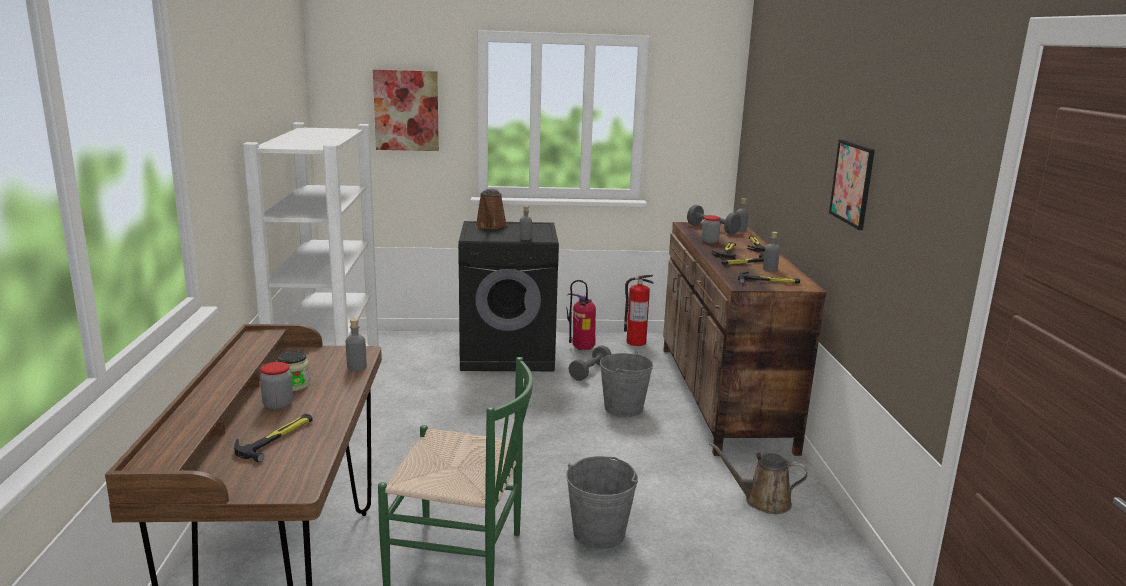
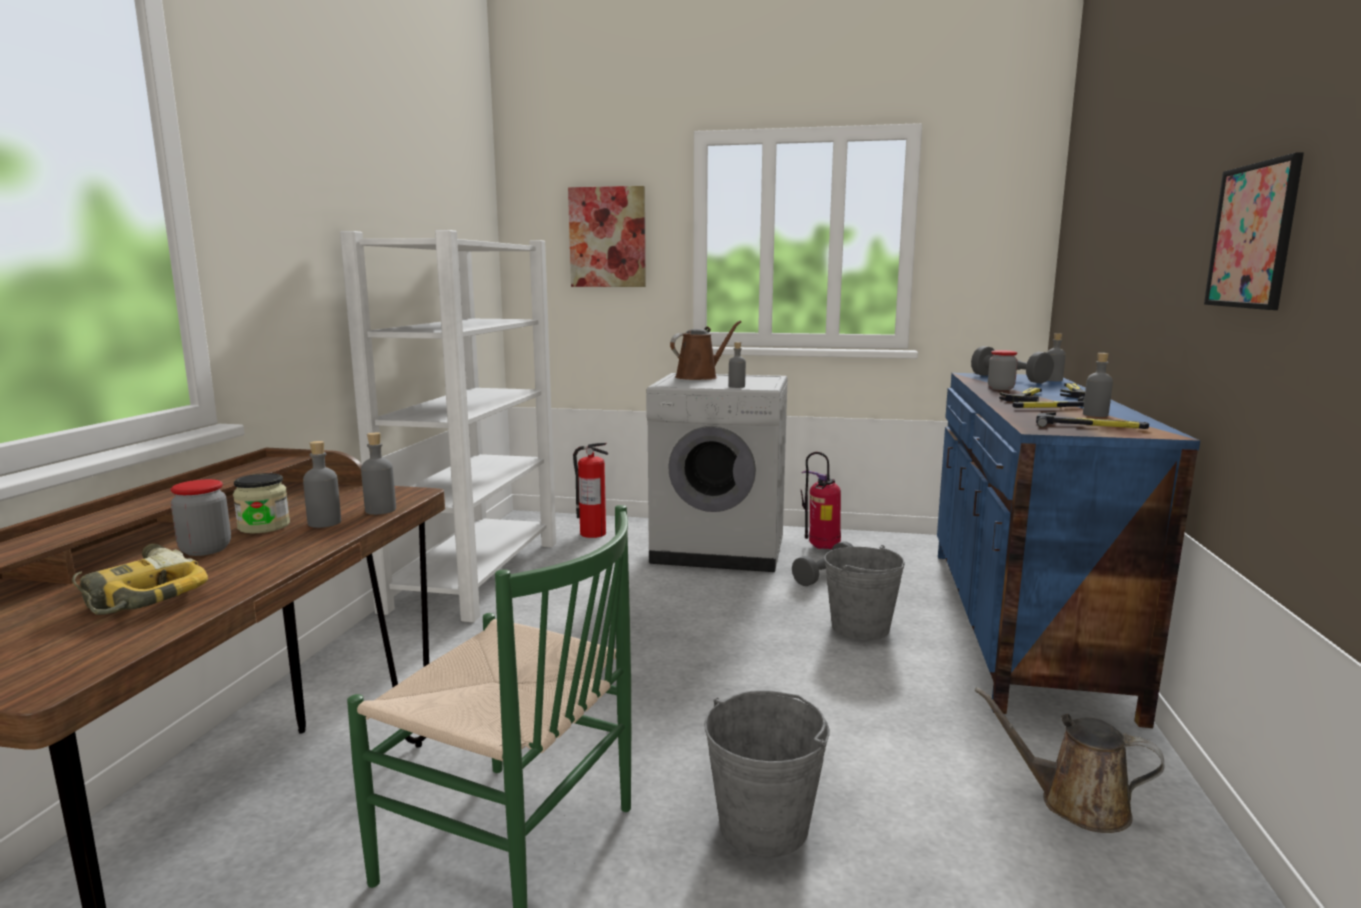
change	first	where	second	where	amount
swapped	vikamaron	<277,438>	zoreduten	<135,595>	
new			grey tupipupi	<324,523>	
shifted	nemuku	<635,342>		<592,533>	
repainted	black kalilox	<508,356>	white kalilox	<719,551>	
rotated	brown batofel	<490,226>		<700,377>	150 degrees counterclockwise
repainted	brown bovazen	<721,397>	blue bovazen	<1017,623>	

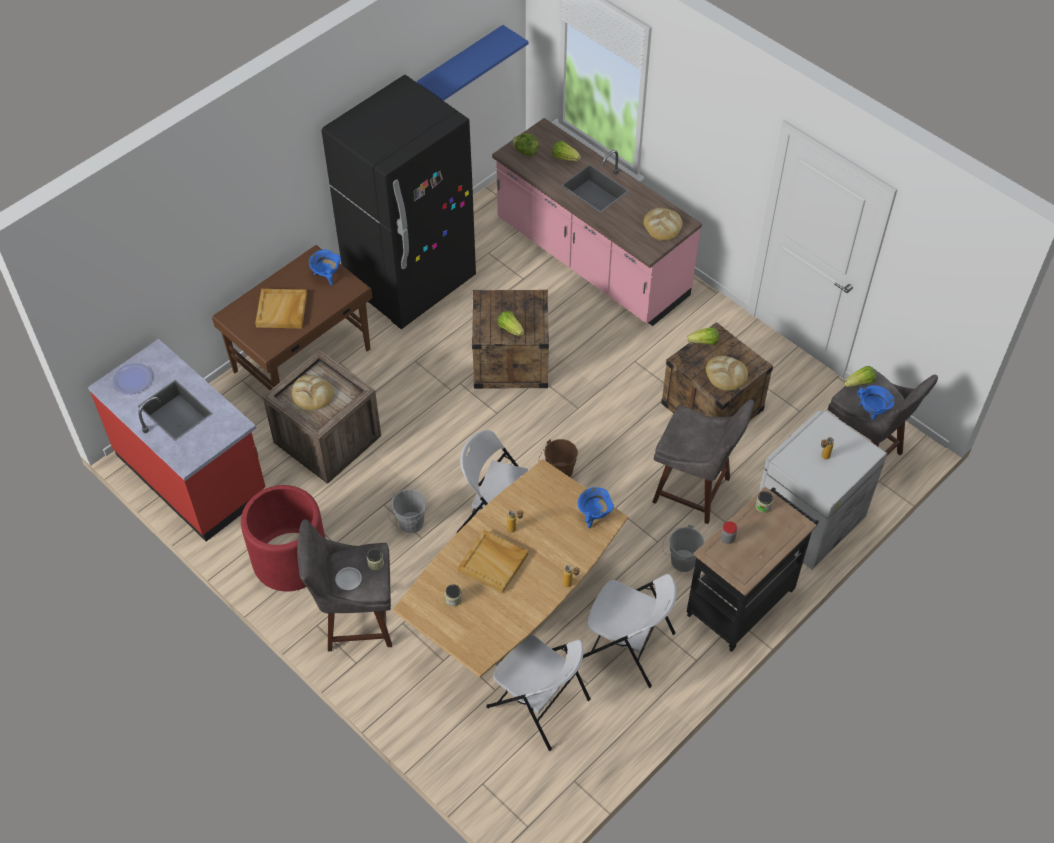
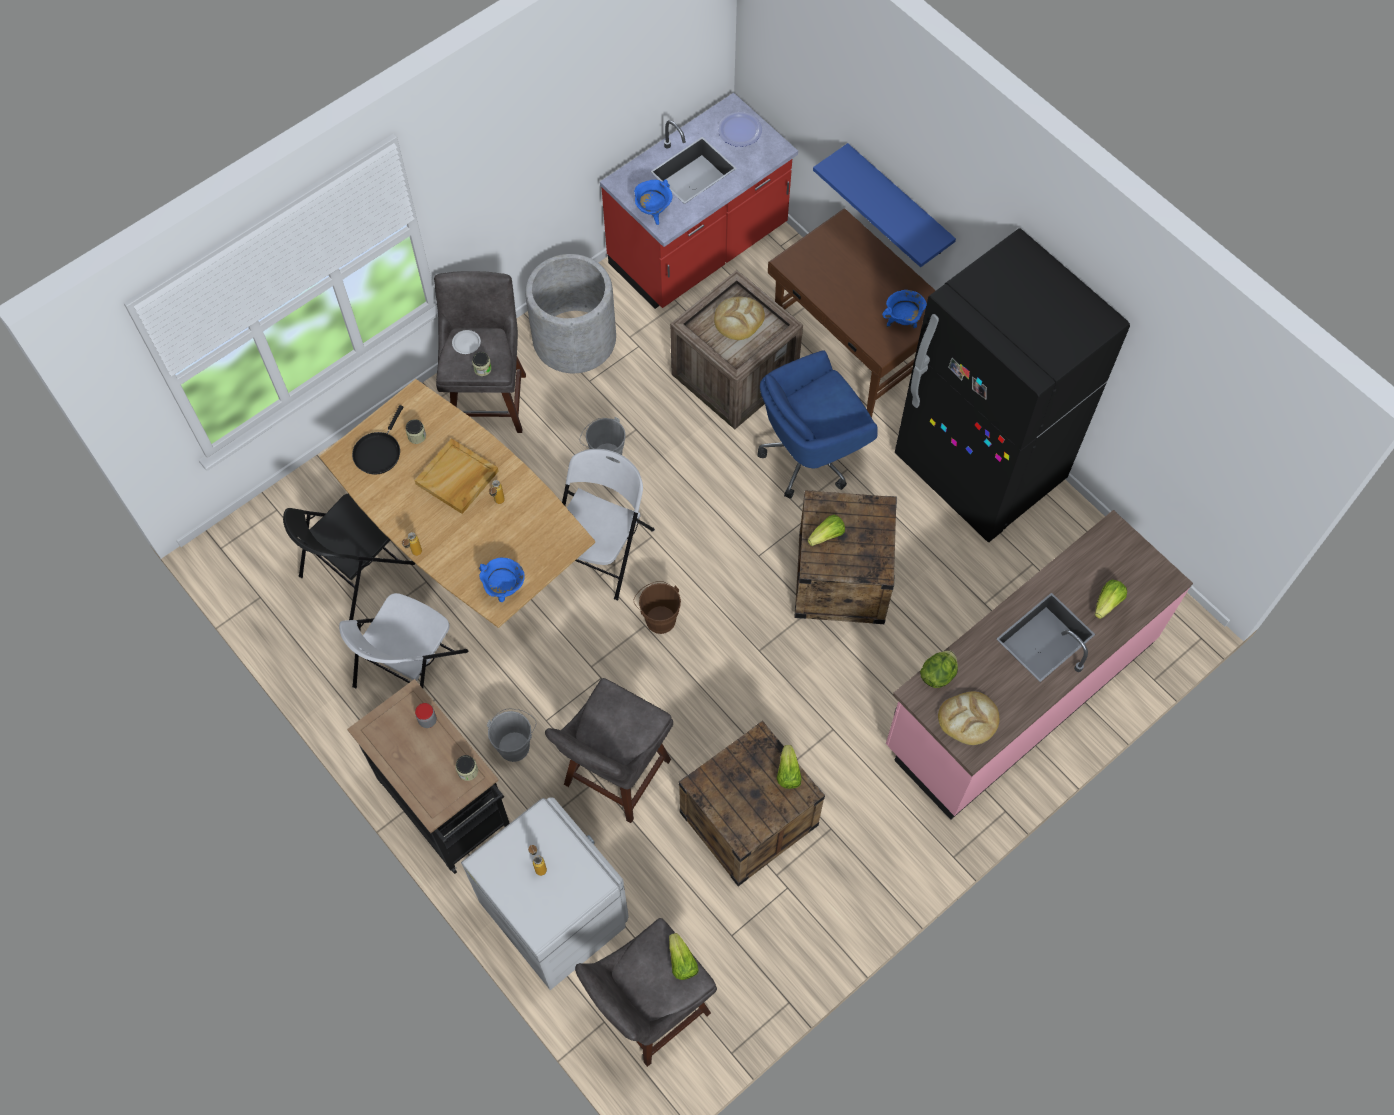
change	first	where	second	where	amount
repainted	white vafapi	<538,703>	black vafapi	<356,569>	
new			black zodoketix	<378,452>	
repainted	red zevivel	<290,559>	grey zevivel	<574,339>	
shifted	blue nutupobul	<872,412>		<653,212>	
new			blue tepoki	<811,457>	
shifted	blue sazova	<460,64>		<899,202>	
shifted	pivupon	<525,152>		<938,674>	
gone	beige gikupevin	<282,310>			
gone	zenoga	<726,374>			

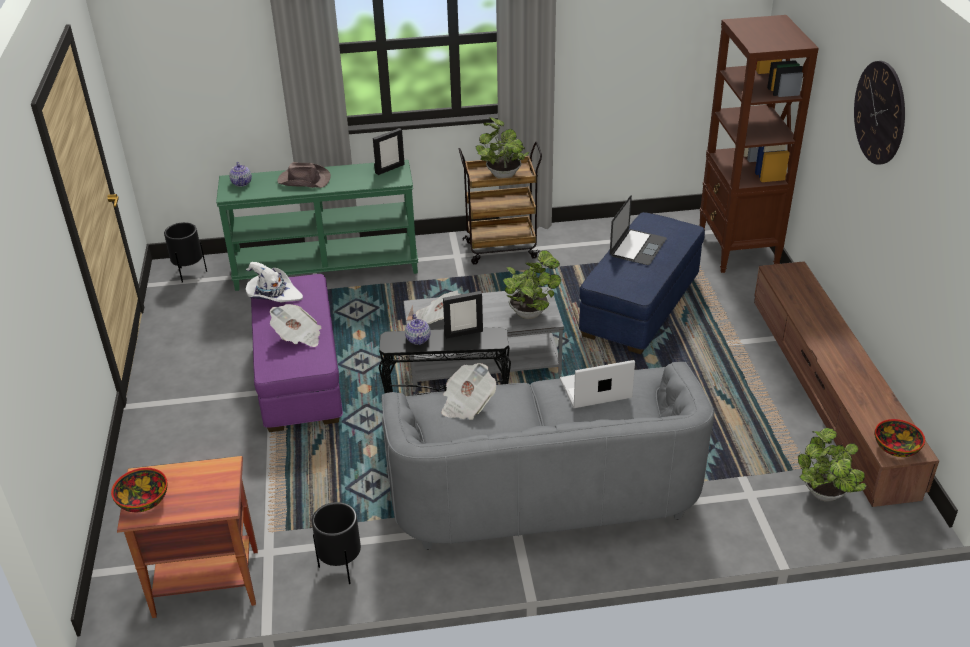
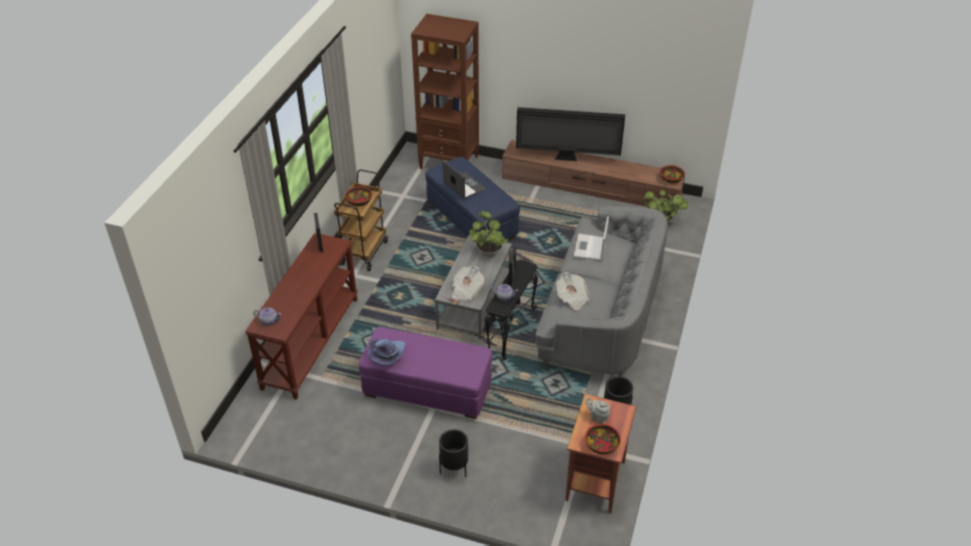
change	first	where	second	where	amount
repainted	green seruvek	<327,267>	brown seruvek	<310,342>	
swapped	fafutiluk	<502,174>	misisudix	<359,202>	
repainted	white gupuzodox	<273,295>	purple gupuzodox	<387,356>	
shifted	black zevivel	<190,274>		<454,469>	
new			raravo	<567,158>	
new			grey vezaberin	<597,417>	
gone	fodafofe	<298,337>			
gone	brown gupuzodox	<303,180>			
gone	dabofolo	<879,113>			

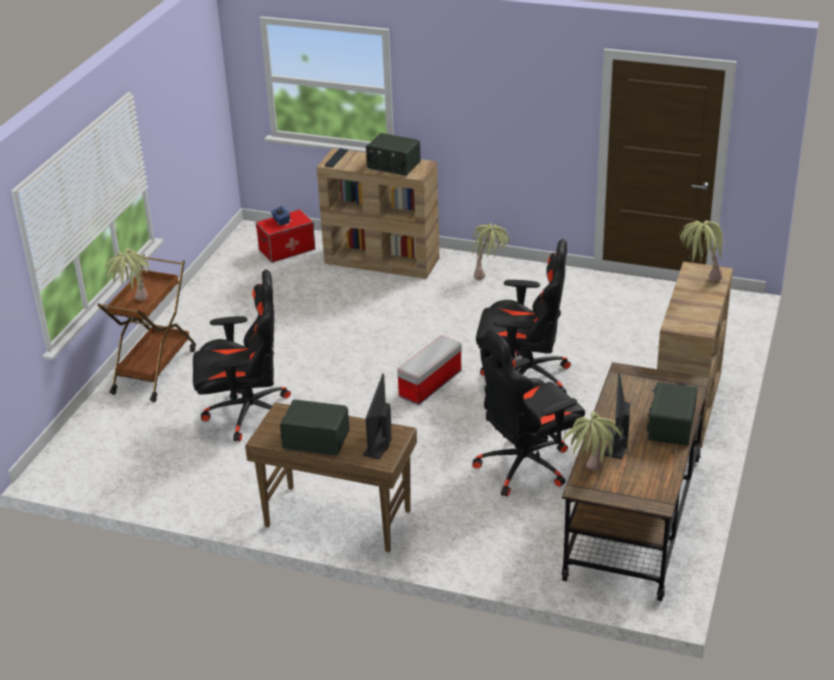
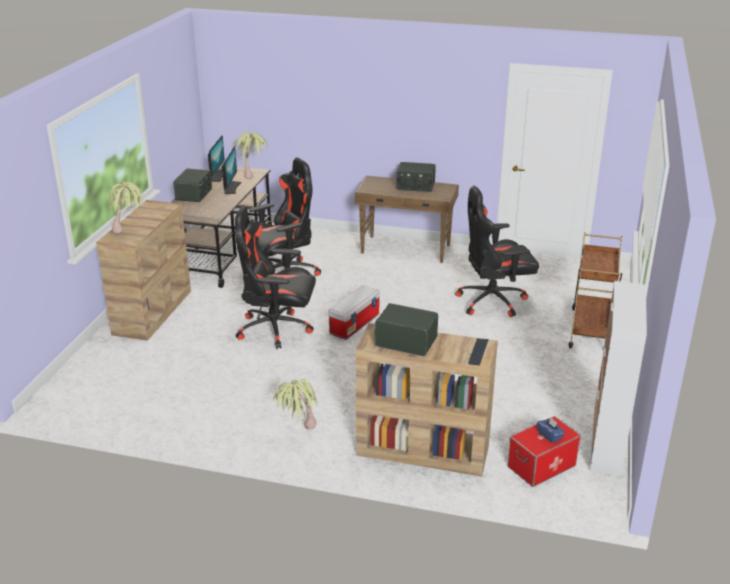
change	first	where	second	where	amount
shifted	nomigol	<379,442>		<217,176>	
new			bovazen	<606,443>	
gone	fafutiluk	<134,306>			

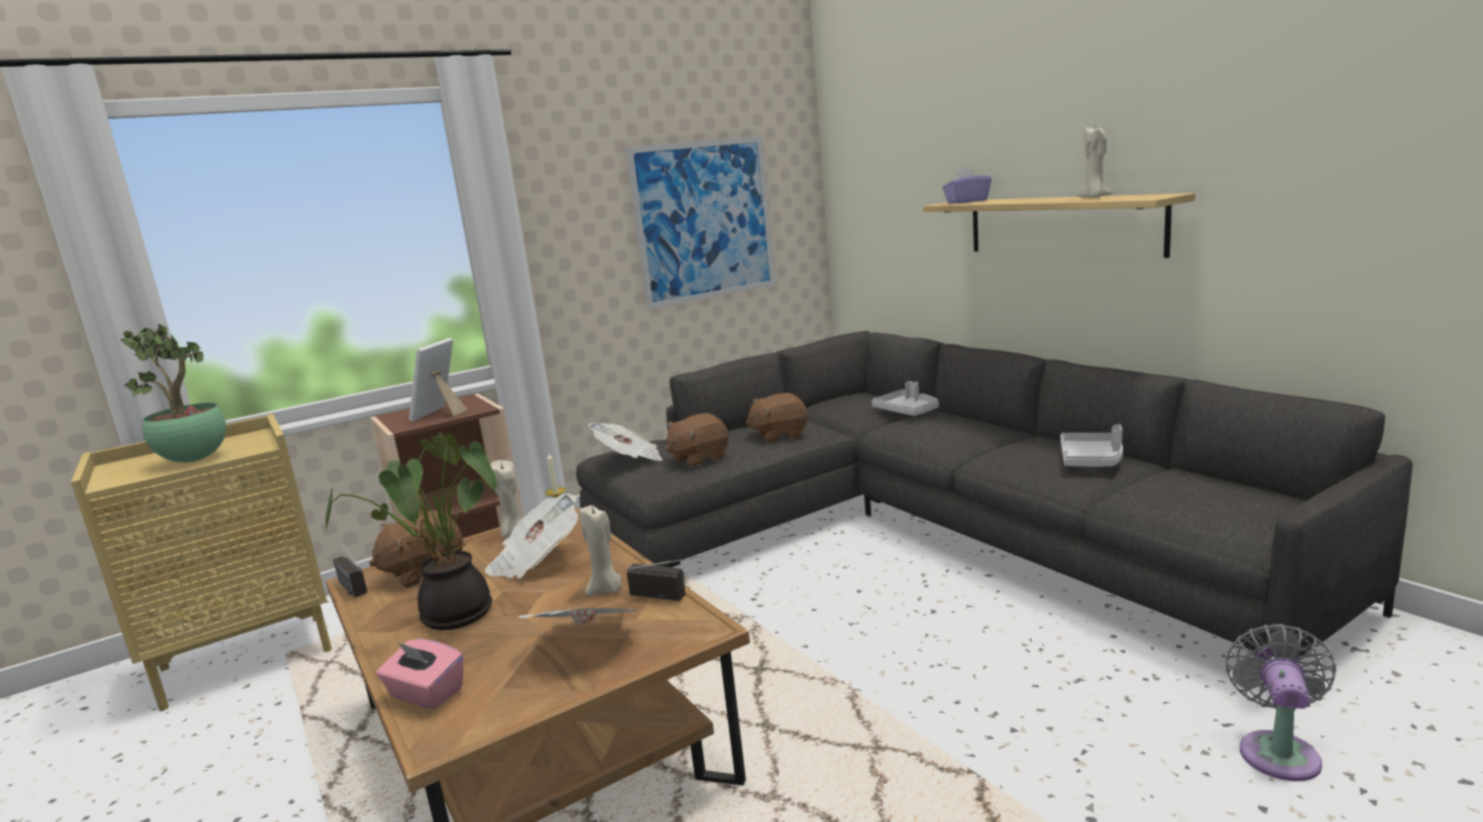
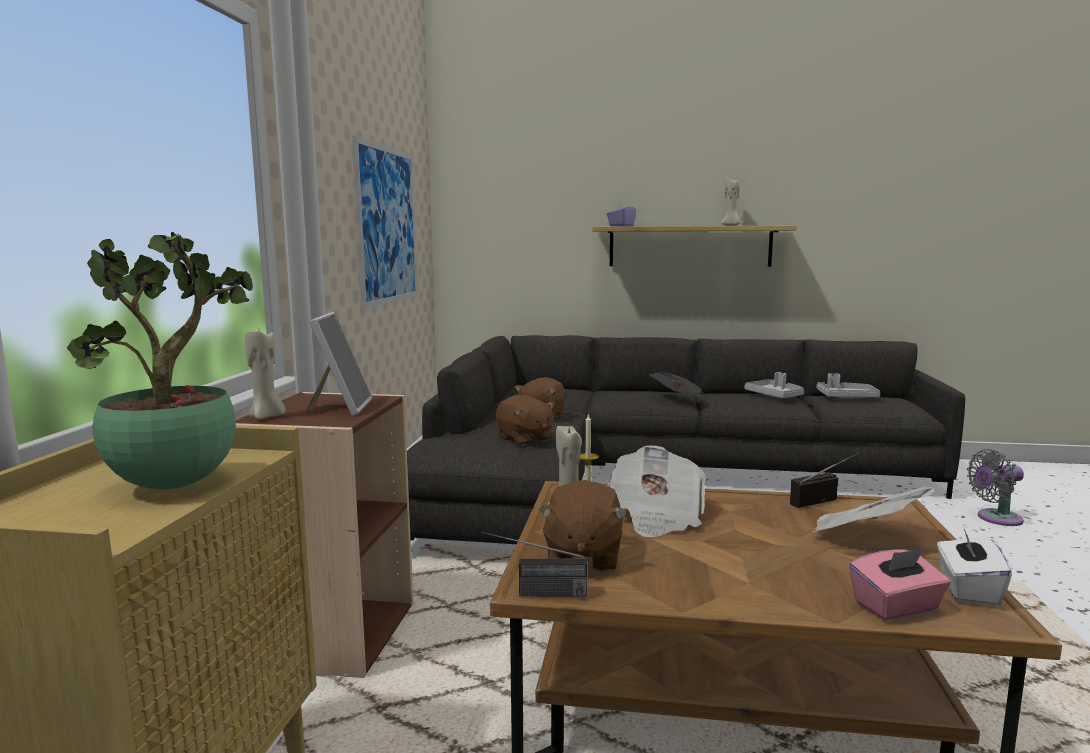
change	first	where	second	where	amount
shifted	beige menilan	<606,590>		<267,417>	
rotated	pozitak	<441,414>		<340,408>	150 degrees counterclockwise
rotated	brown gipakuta	<699,459>		<524,439>	45 degrees counterclockwise
shifted	fodafofe	<630,459>		<679,400>	
shifted	grey gikupevin	<907,411>		<846,397>	
new			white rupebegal	<967,589>	
rotated	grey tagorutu	<1278,751>		<995,518>	75 degrees counterclockwise
gone	fafutiluk	<451,617>			

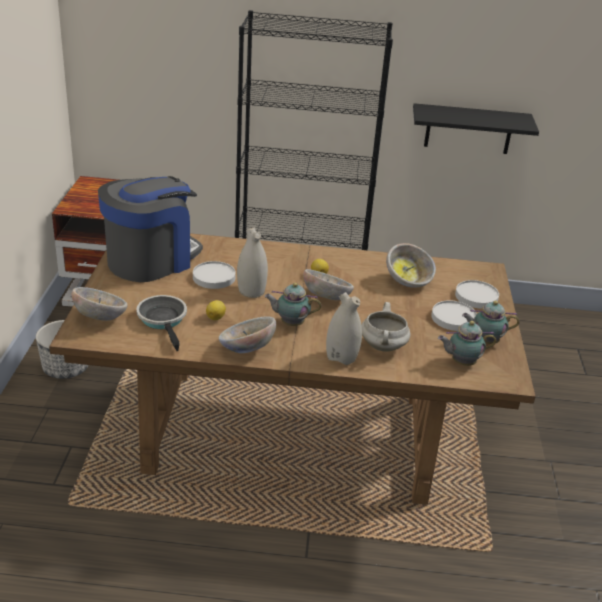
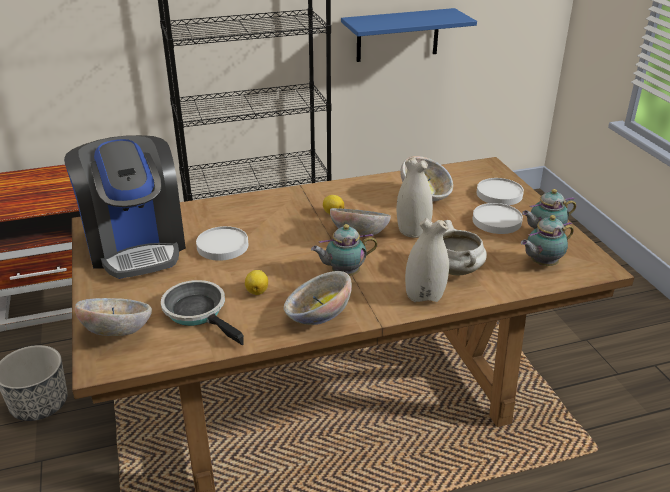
change	first	where	second	where	amount
rotated	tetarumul	<151,260>		<136,245>	135 degrees clockwise
repainted	black sazova	<468,129>	blue sazova	<397,35>	
shifted	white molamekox	<251,290>		<413,230>	

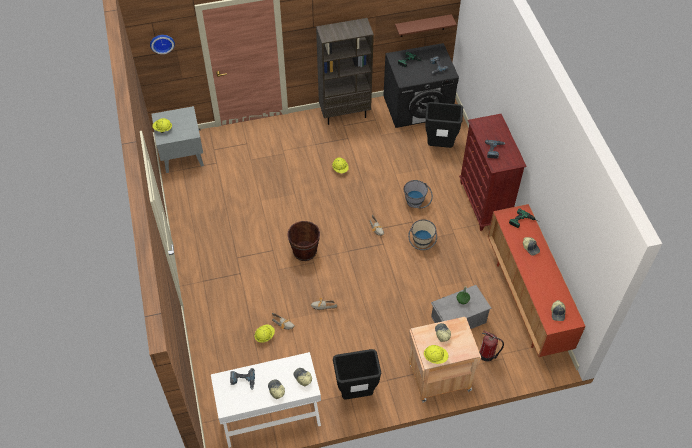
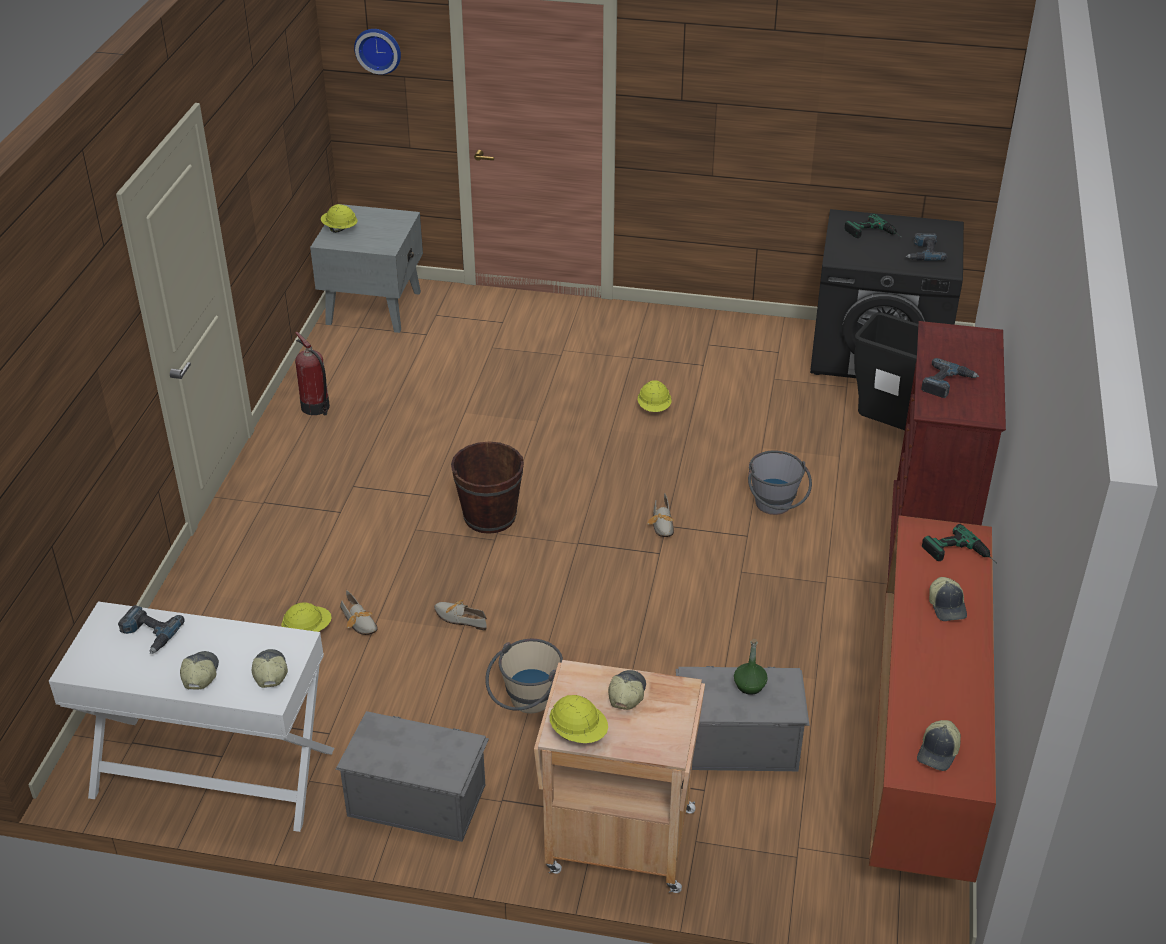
change	first	where	second	where	amount
shifted	nemuku	<487,355>		<316,407>	
swapped	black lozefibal	<355,393>	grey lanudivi	<416,798>	
shifted	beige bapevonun	<421,244>		<526,704>	
gone	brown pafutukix	<345,114>			
gone	brown sazova	<422,25>			

